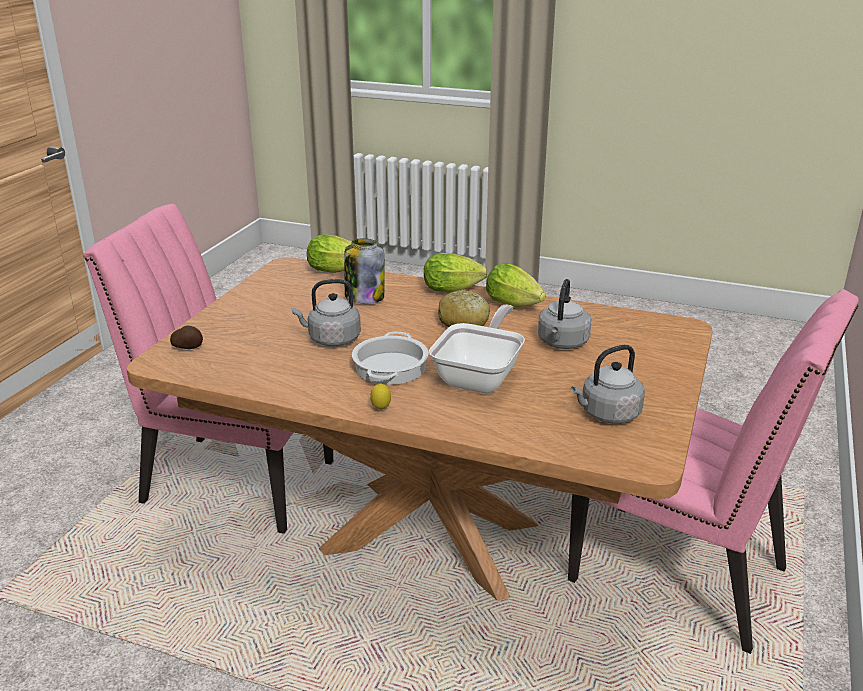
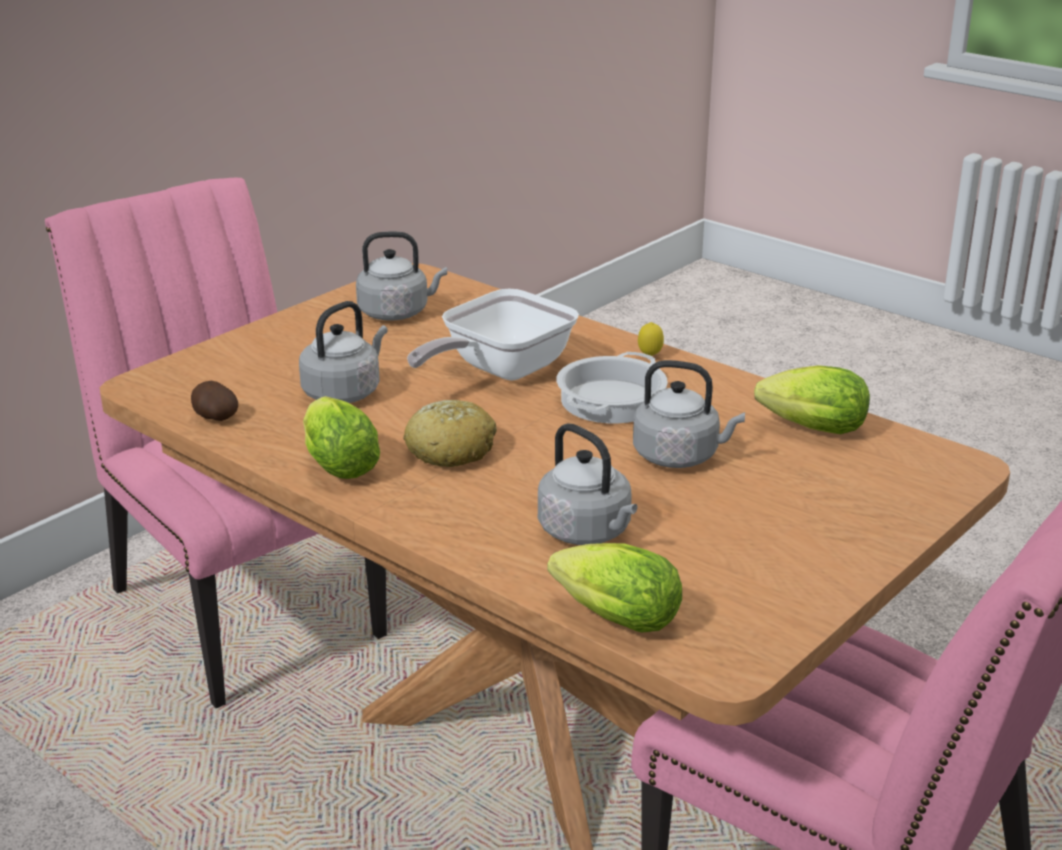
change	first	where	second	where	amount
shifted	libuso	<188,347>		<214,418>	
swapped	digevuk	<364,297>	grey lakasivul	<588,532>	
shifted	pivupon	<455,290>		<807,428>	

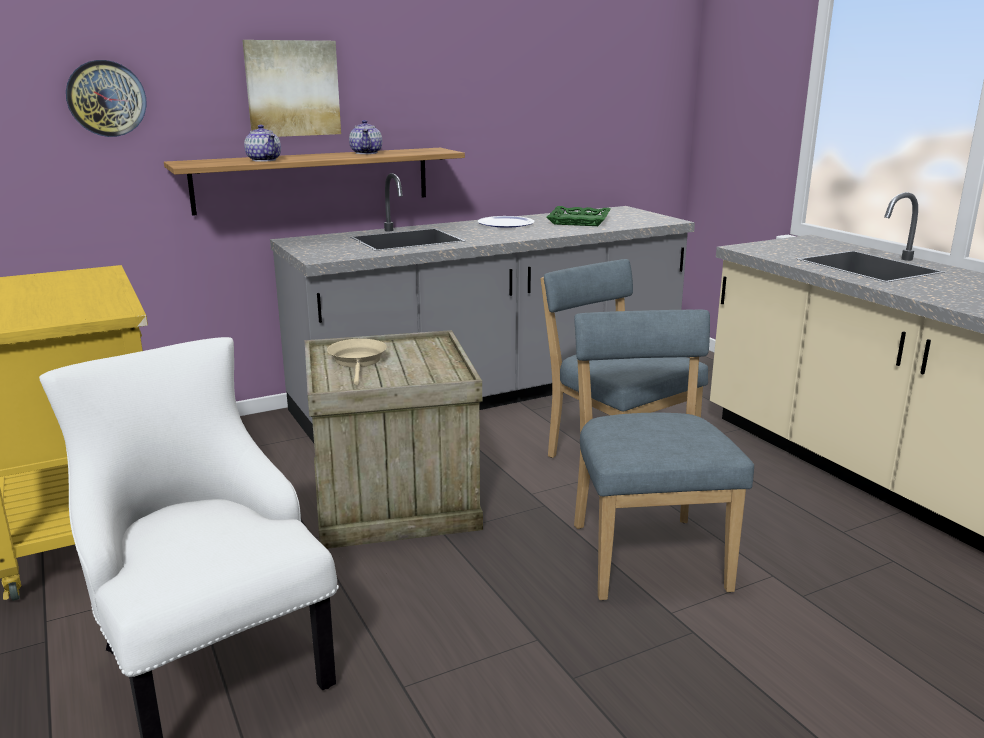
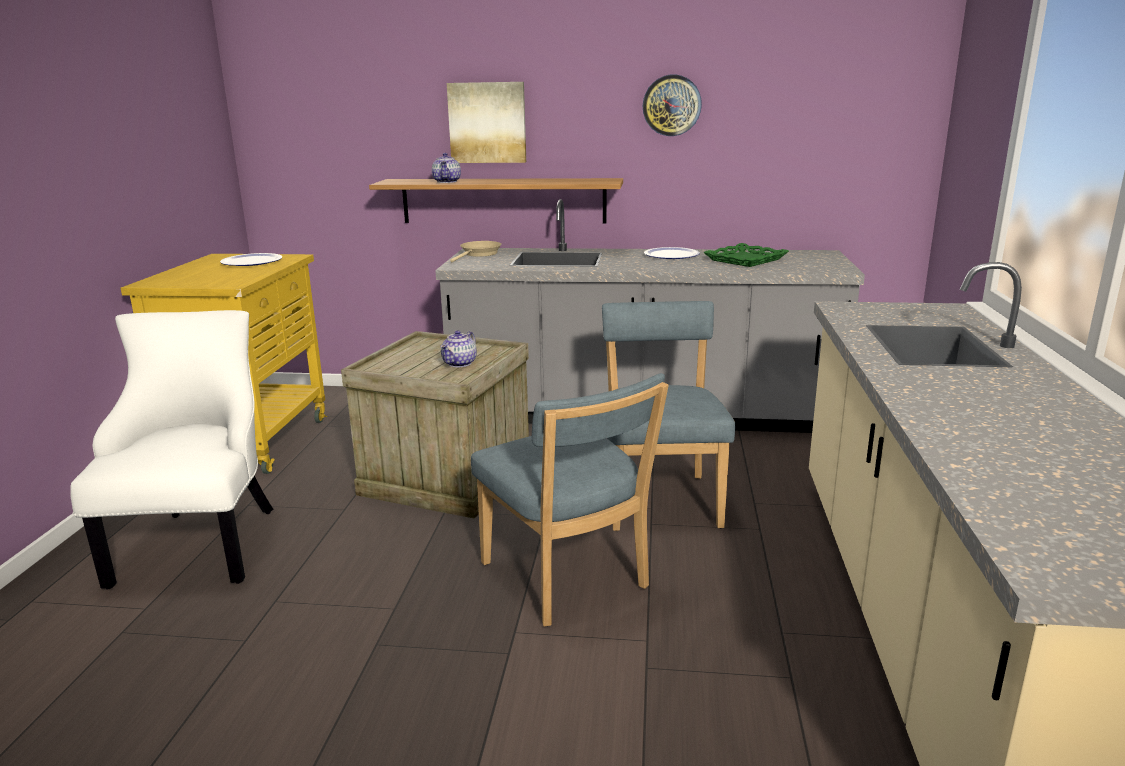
change	first	where	second	where	amount
new			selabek	<252,261>	
shifted	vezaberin	<366,153>		<460,363>	
shifted	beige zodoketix	<358,362>		<479,254>	
rotated	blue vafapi	<645,552>		<568,580>	120 degrees clockwise
shifted	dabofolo	<106,98>		<671,105>	

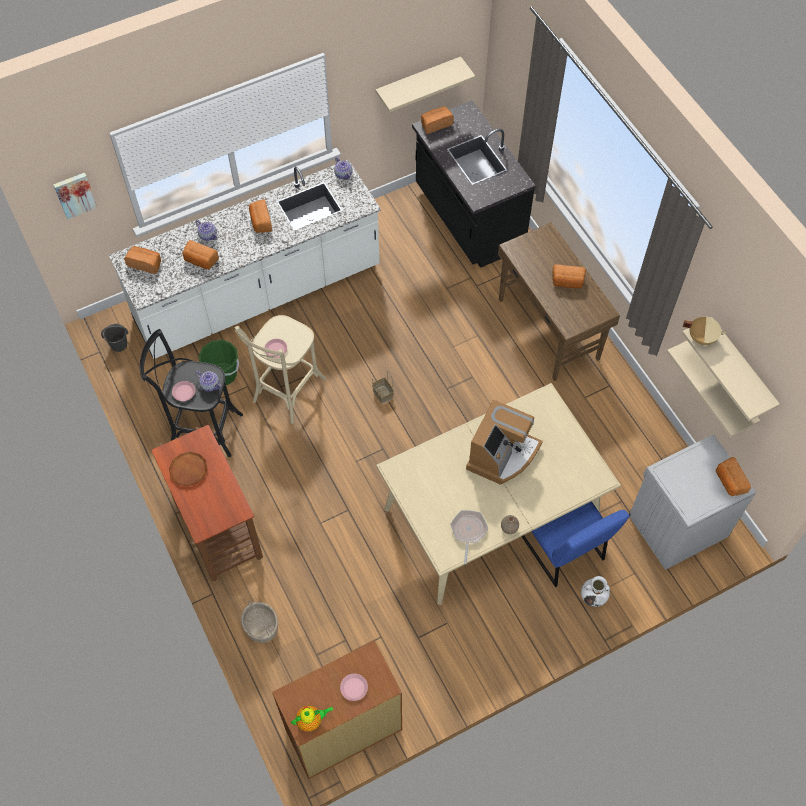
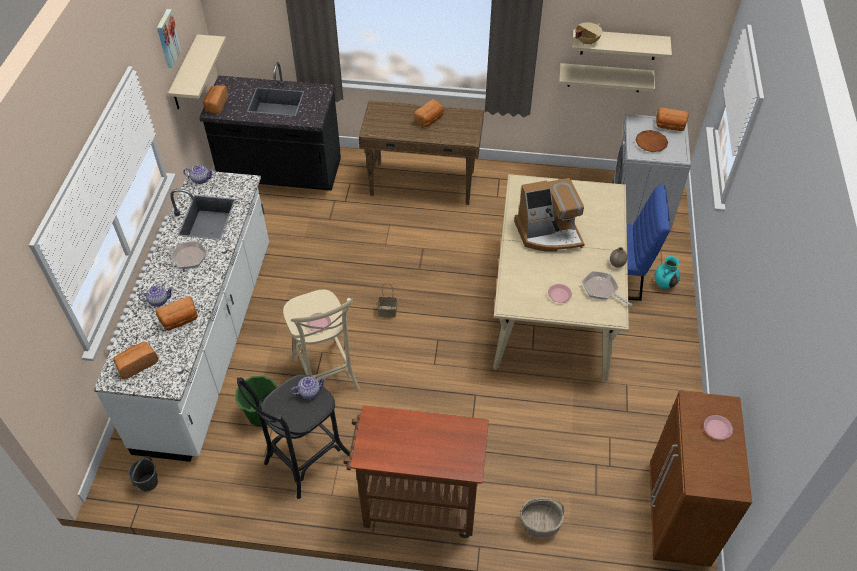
change	first	where	second	where	amount
swapped	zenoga	<260,222>	zodoketix	<187,256>	
shifted	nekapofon	<75,194>		<167,38>	
rotated	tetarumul	<502,455>		<548,233>	105 degrees clockwise
shifted	pink selabek	<184,392>		<559,295>	
shifted	brown selabek	<188,470>		<651,143>	
repainted	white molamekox	<593,597>	turquoise molamekox	<664,283>	
gone	vezaberin	<311,720>			

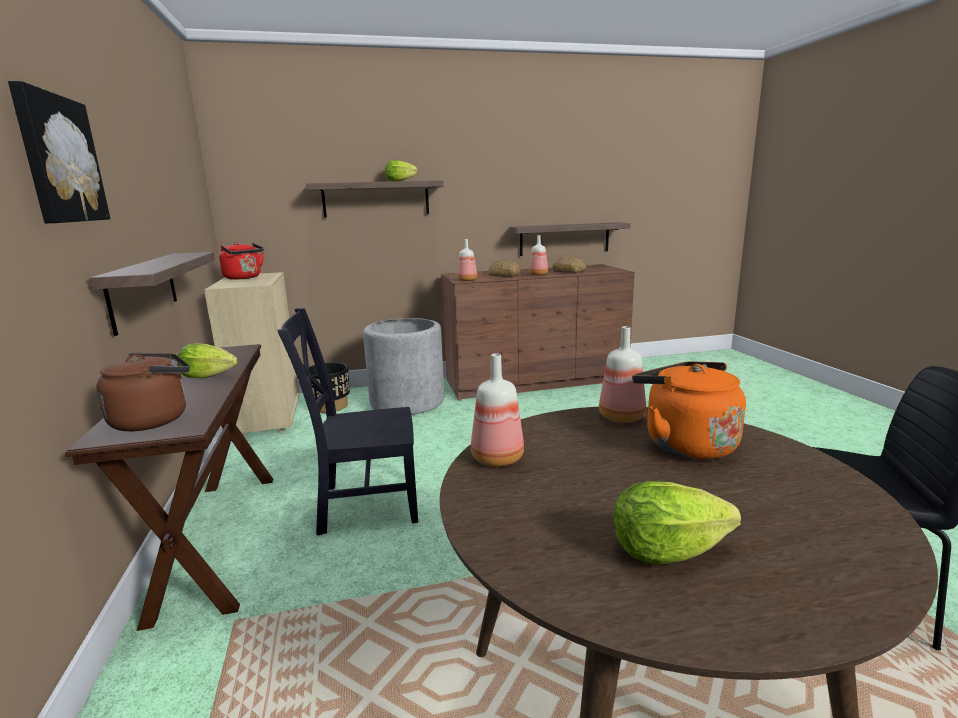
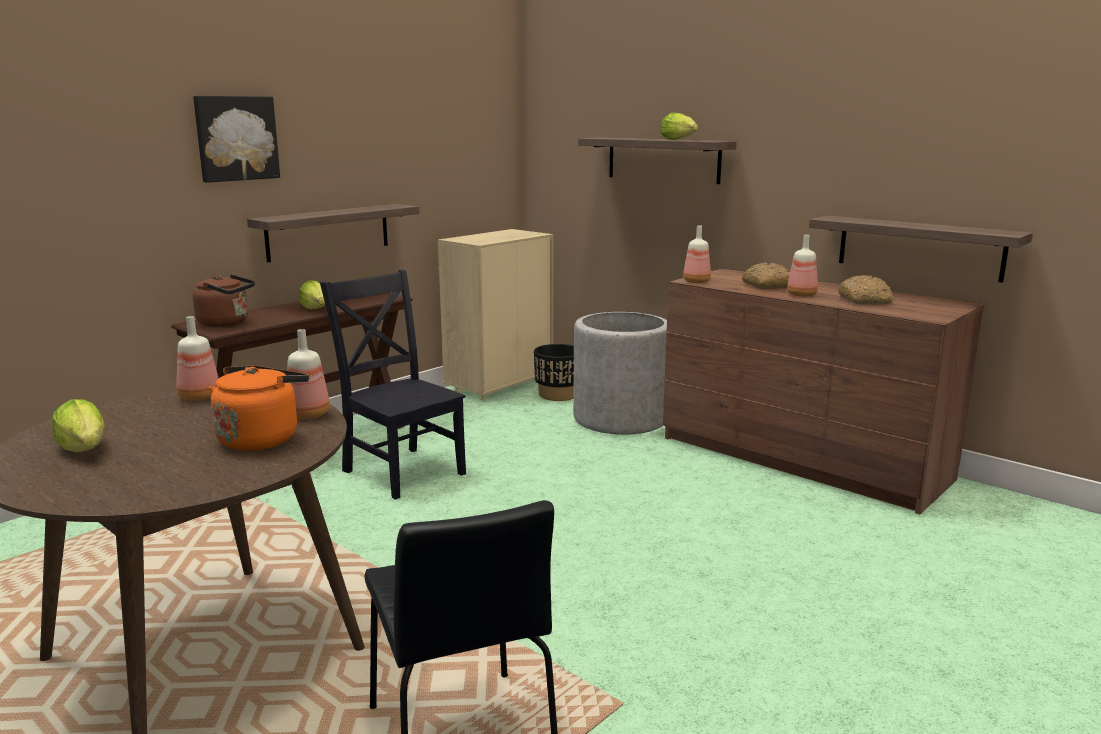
change	first	where	second	where	amount
gone	red lakasivul	<244,278>			

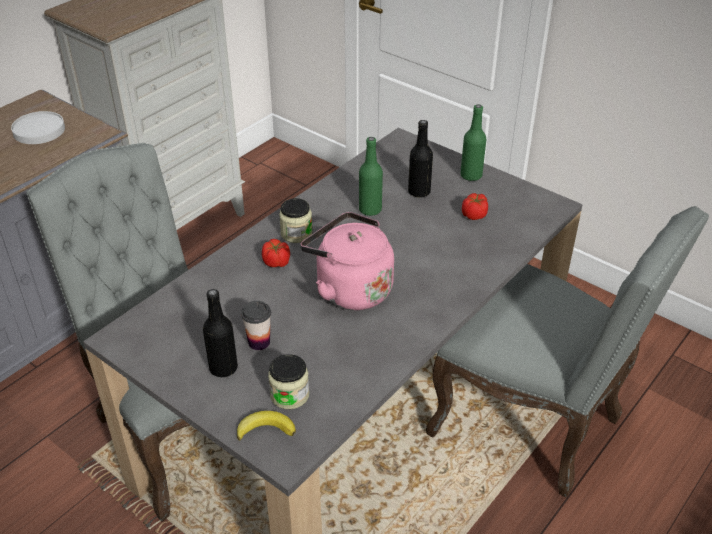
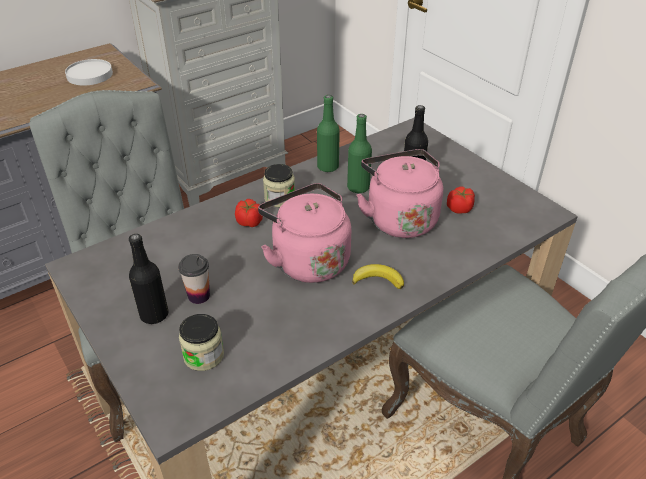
change	first	where	second	where	amount
shifted	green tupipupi	<471,175>		<328,167>	
shifted	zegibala	<266,429>		<378,280>	
new			pink lakasivul	<399,218>	

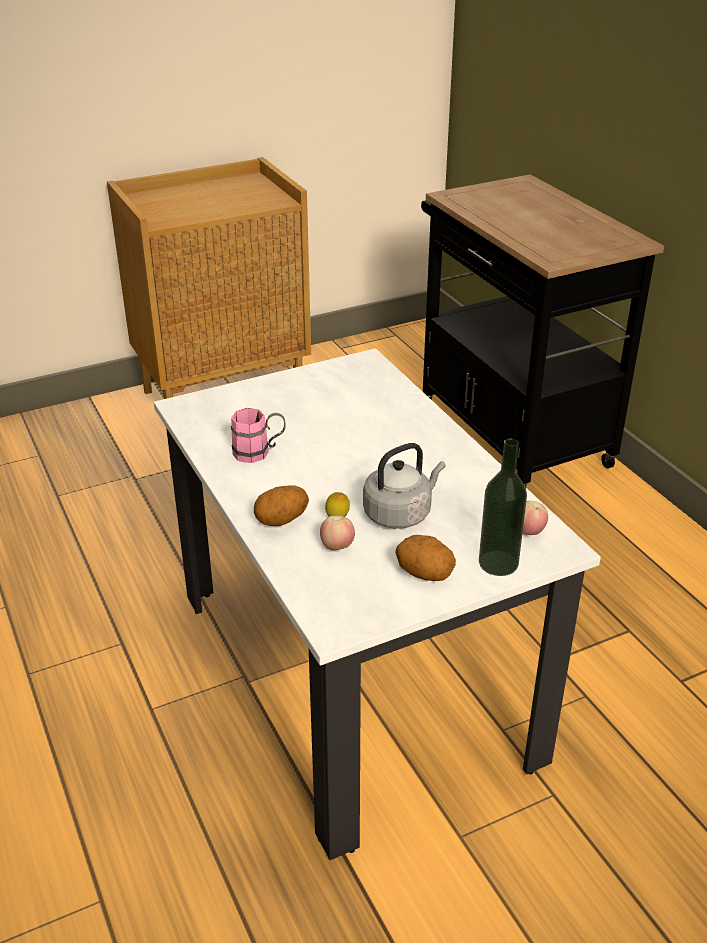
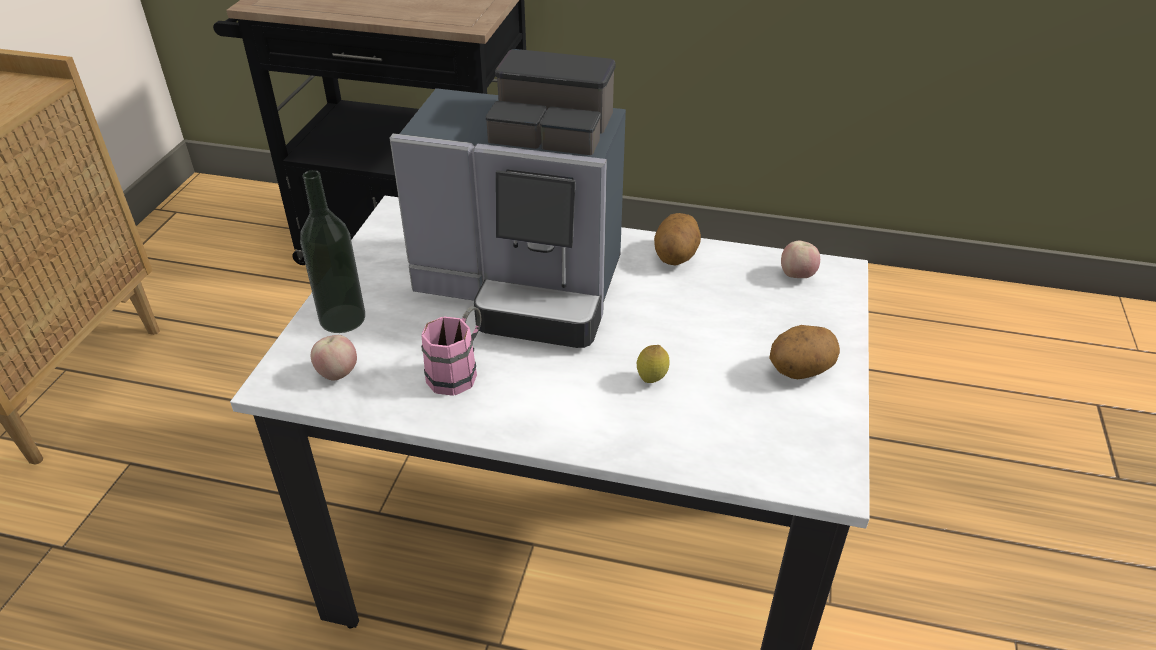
change	first	where	second	where	amount
shifted	tupipupi	<498,563>		<342,318>	
shifted	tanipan	<337,547>		<338,373>	
new			tetarumul	<525,288>	
shifted	libuso	<282,521>		<676,257>	
gone	grey lakasivul	<400,513>			

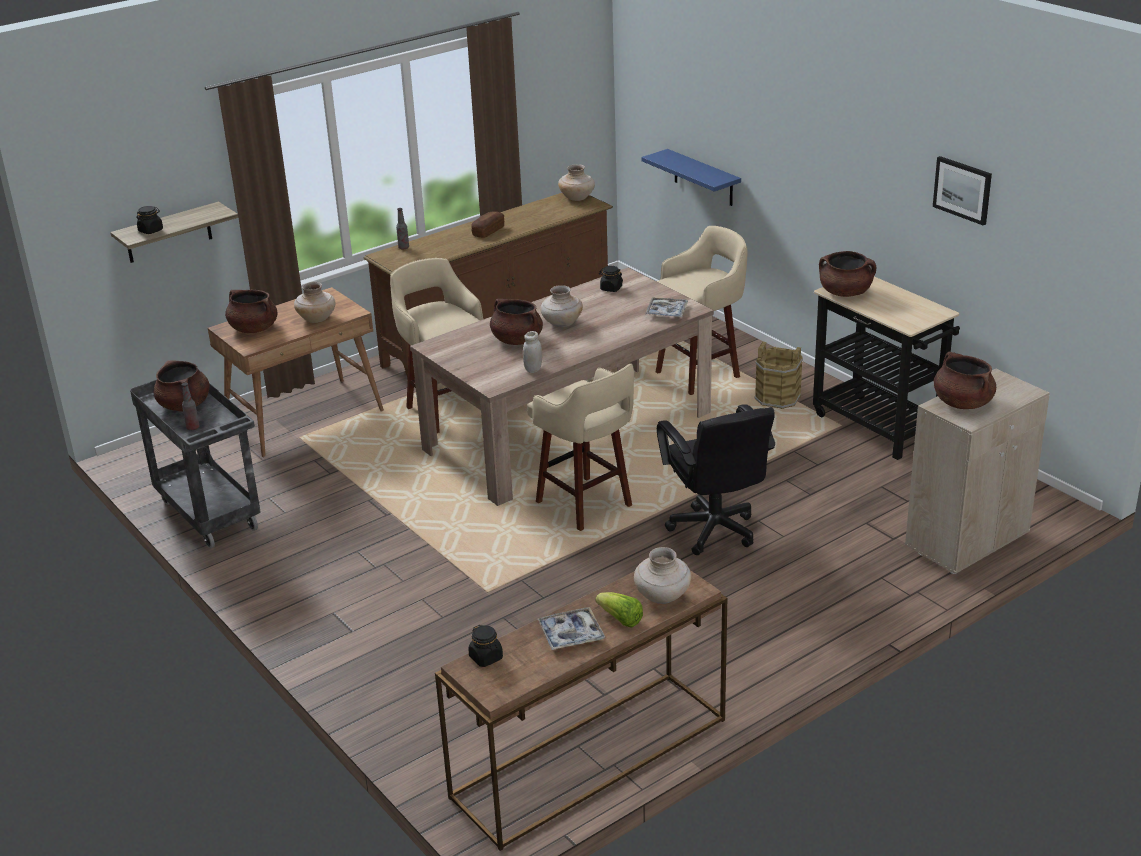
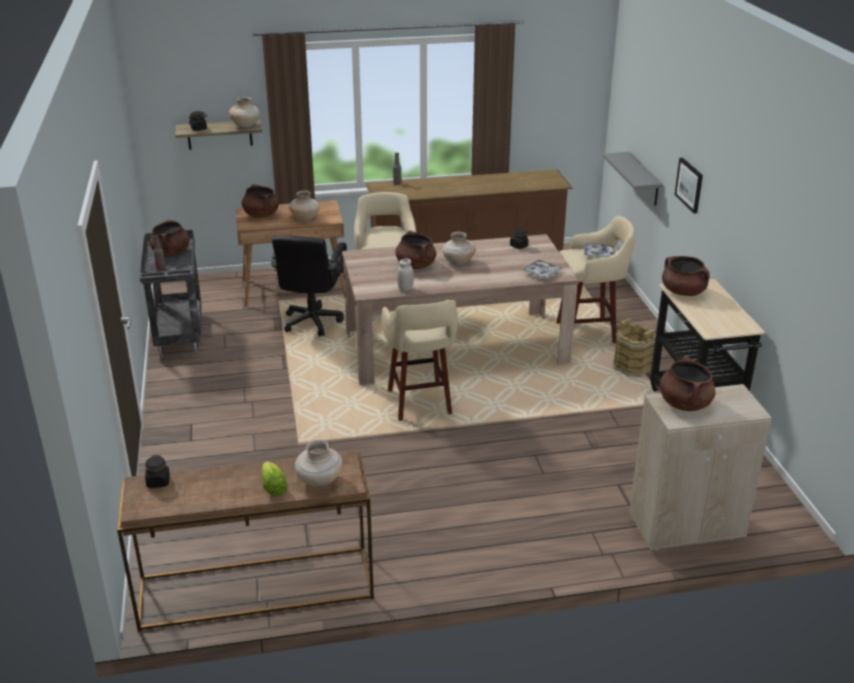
change	first	where	second	where	amount
shifted	beige molamekox	<577,198>		<246,126>	
shifted	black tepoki	<716,533>		<312,325>	
shifted	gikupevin	<571,634>		<599,254>	
repainted	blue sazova	<703,178>	grey sazova	<644,179>	
shifted	nekapofon	<962,190>		<689,185>	
gone	zenoga	<488,231>			

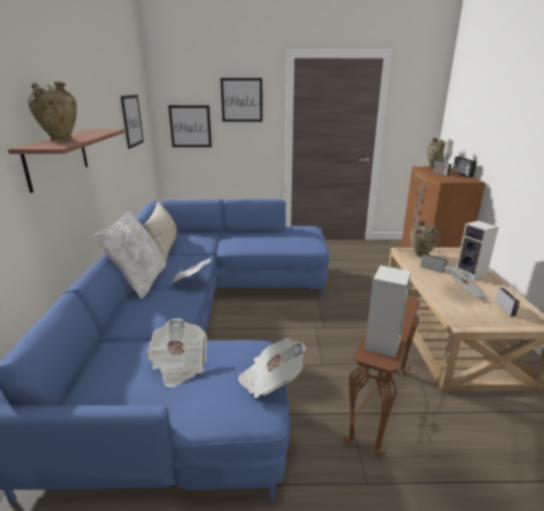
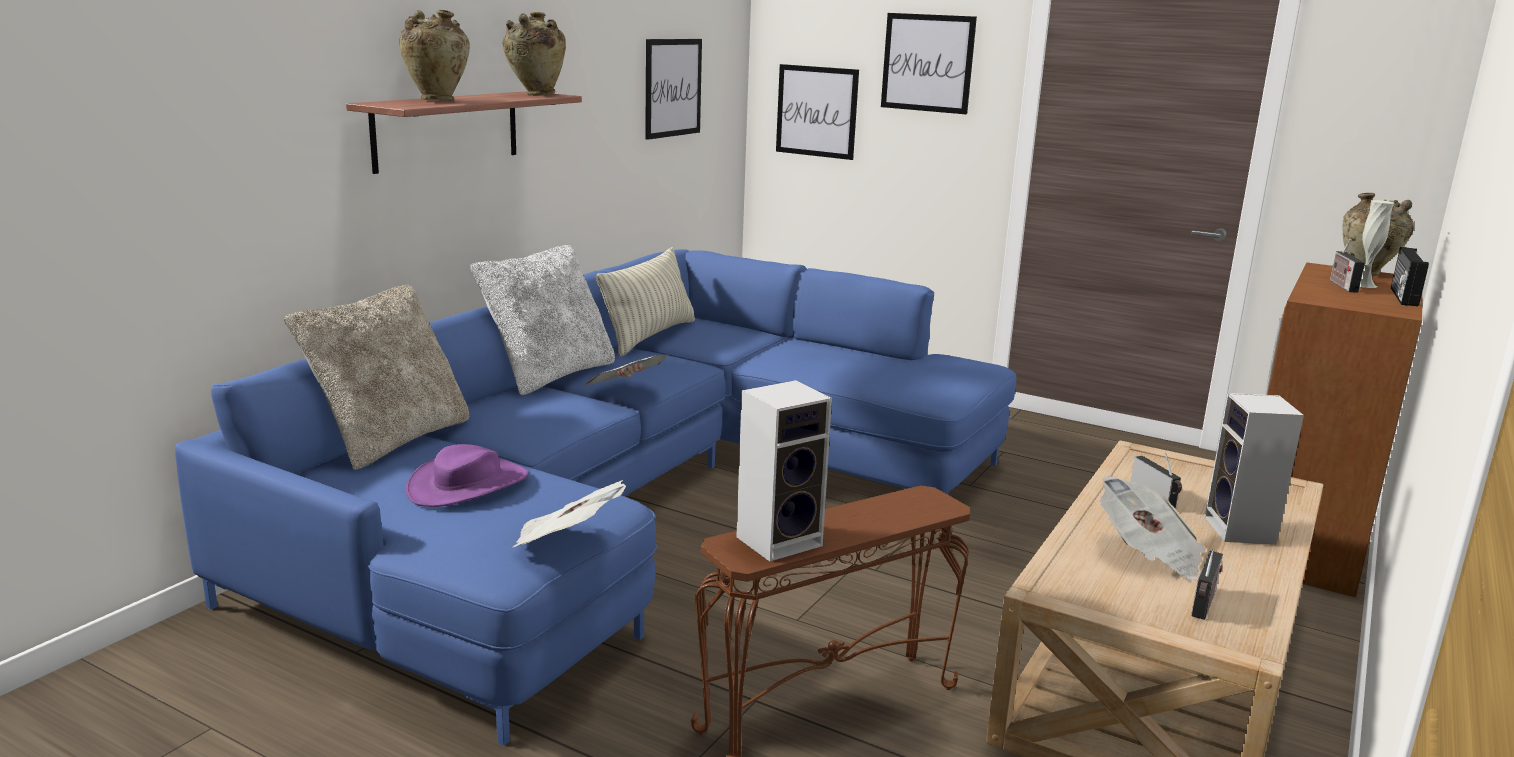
change	first	where	second	where	amount
new			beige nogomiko	<391,437>	
swapped	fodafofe	<179,365>	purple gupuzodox	<468,485>	
shifted	beige molamekox	<421,255>		<536,95>	

